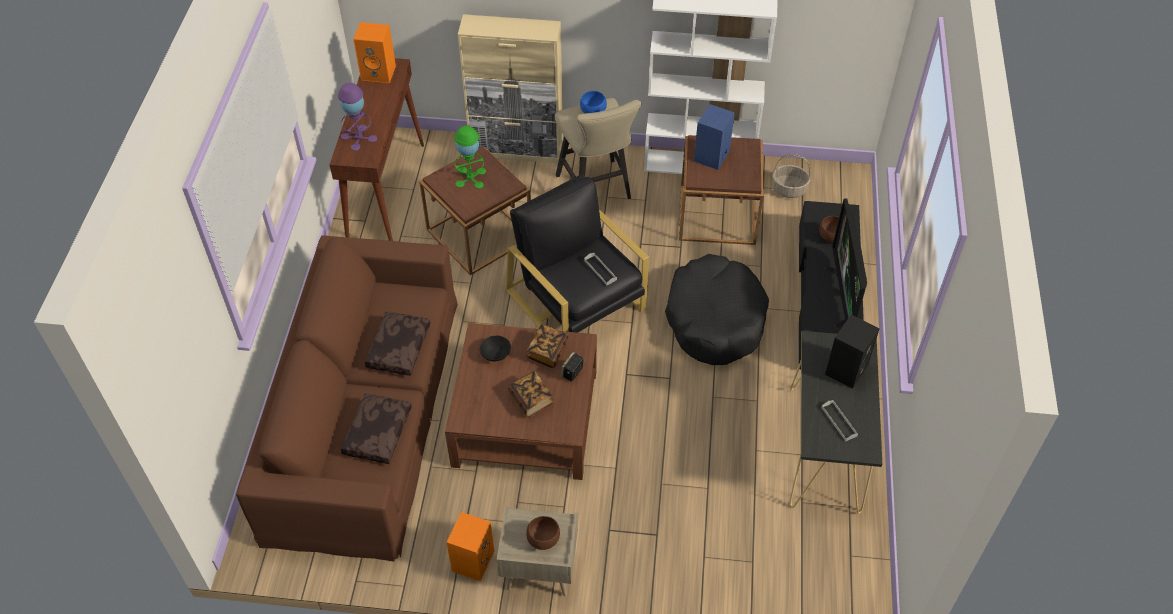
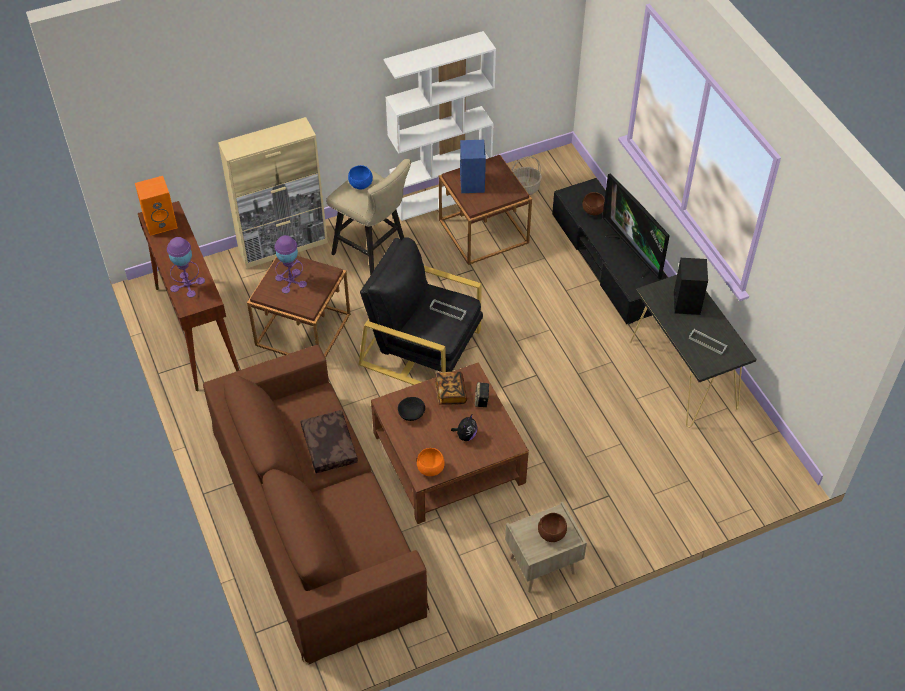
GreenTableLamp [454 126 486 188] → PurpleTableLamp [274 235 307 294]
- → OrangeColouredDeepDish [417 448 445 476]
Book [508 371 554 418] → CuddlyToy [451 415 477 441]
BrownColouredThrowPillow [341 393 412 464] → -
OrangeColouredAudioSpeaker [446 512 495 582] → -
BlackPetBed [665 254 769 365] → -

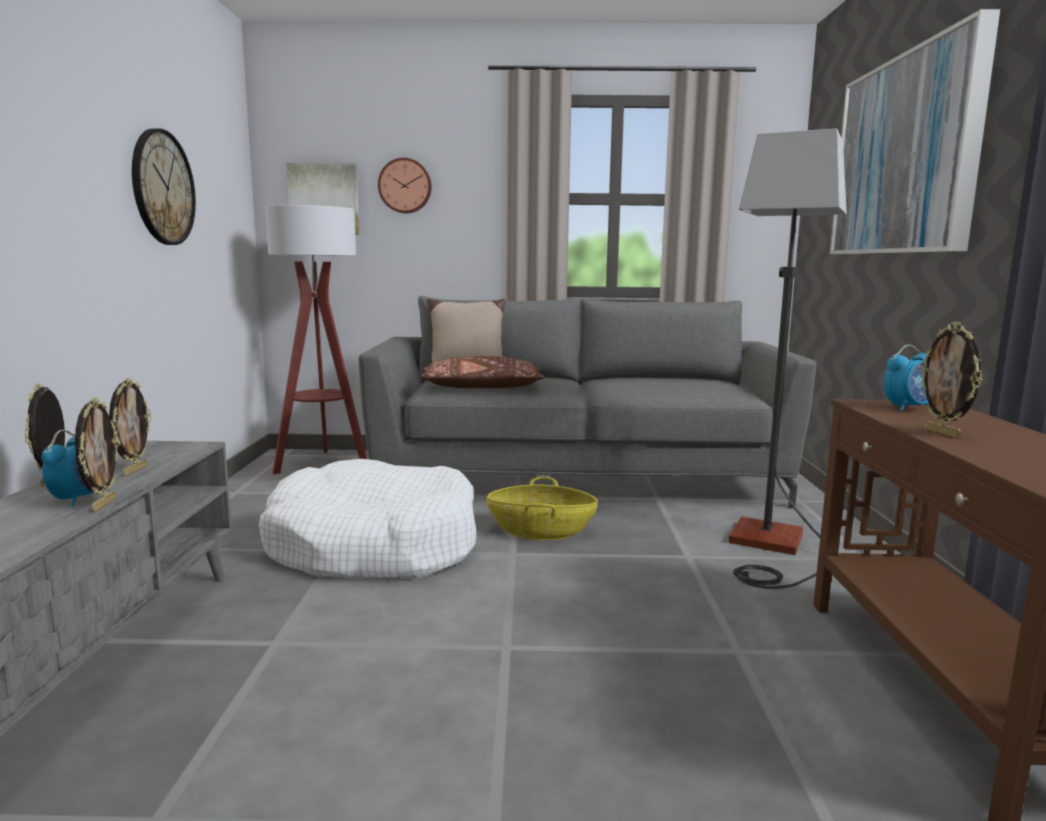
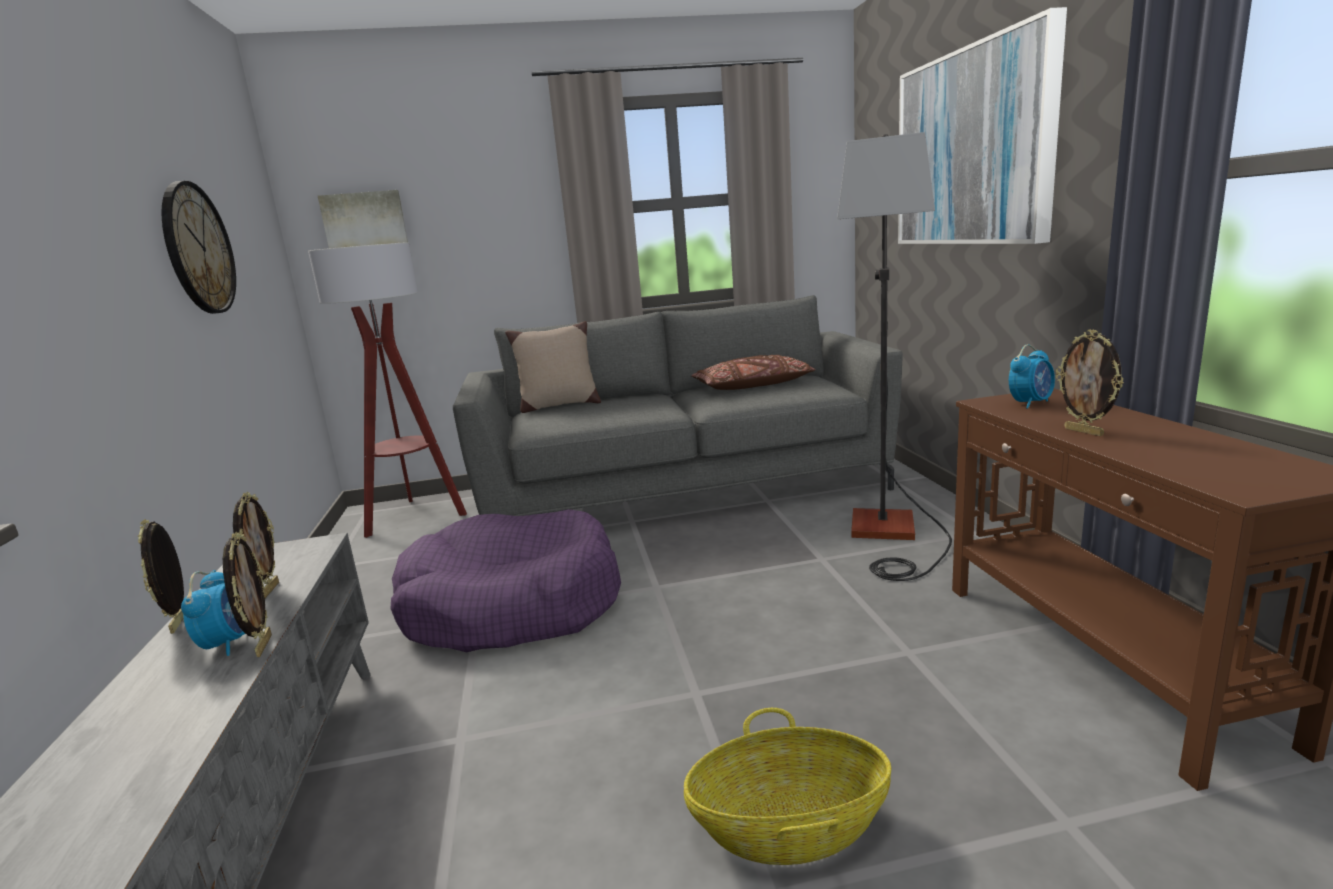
WhitePetBed [259 459 476 578] → PurplePetBed [390 509 621 652]
Basket [486 477 598 540] → Basket [684 708 891 865], moved
BrownColouredThrowPillow [421 356 545 388] → BrownColouredThrowPillow [691 355 816 390], moved
WallClock [378 158 432 213] → -

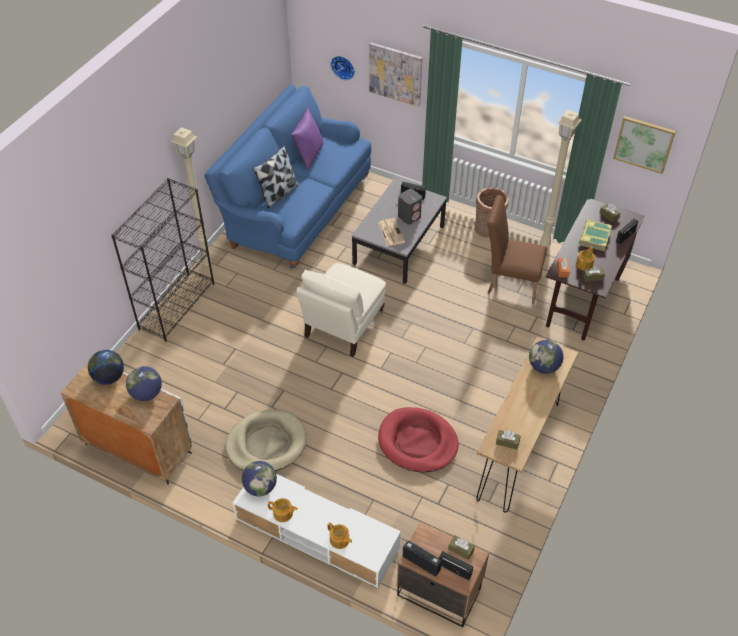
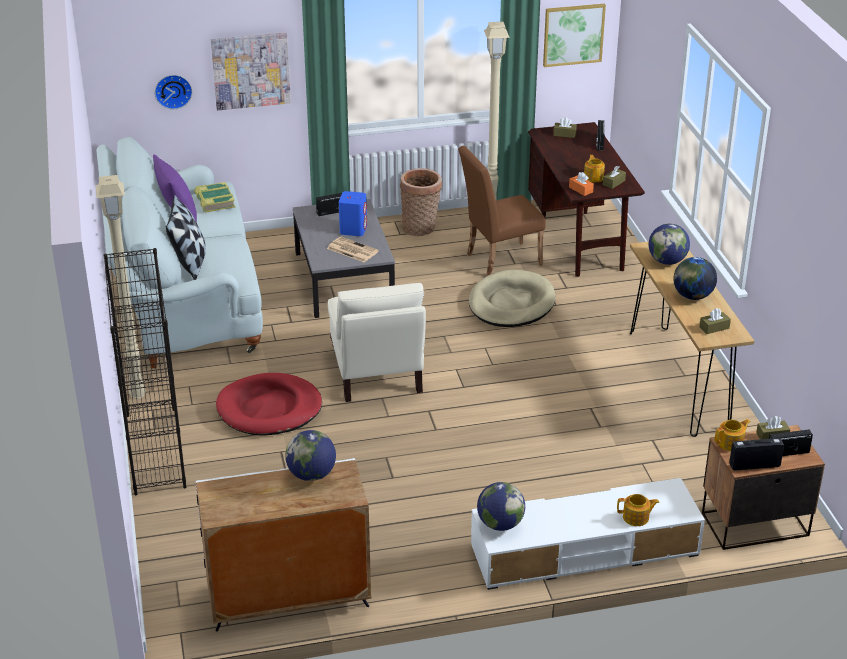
BlueSofa [204 84 371 269] → WhiteSofa [96 137 263 368]
Book [579 220 612 251] → Book [194 182 235 213], moved
RedColouredPetBed [378 407 459 473] → RedColouredPetBed [216 373 322 436], moved
GreyishAudioSpeaker [398 188 422 225] → BlueAudioSpeaker [339 191 367 236]
BeigeColouredPetBed [225 409 307 471] → BeigeColouredPetBed [469 270 556 327], moved
DeskGlobe [88 350 124 385] → DeskGlobe [674 257 717 300], moved
Teapot [268 498 298 522] → Teapot [715 419 751 451], moved

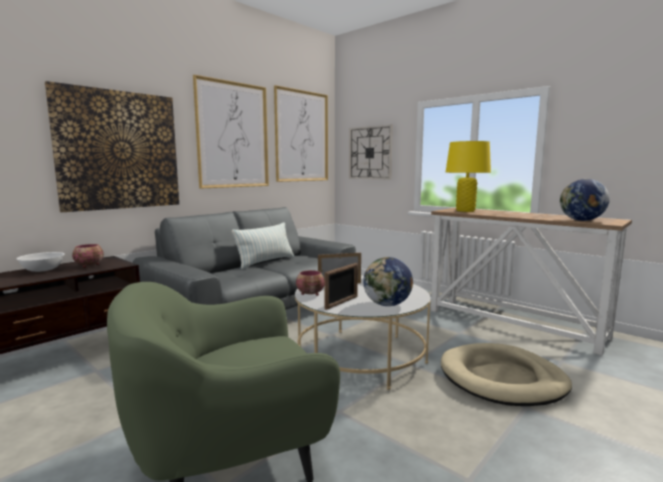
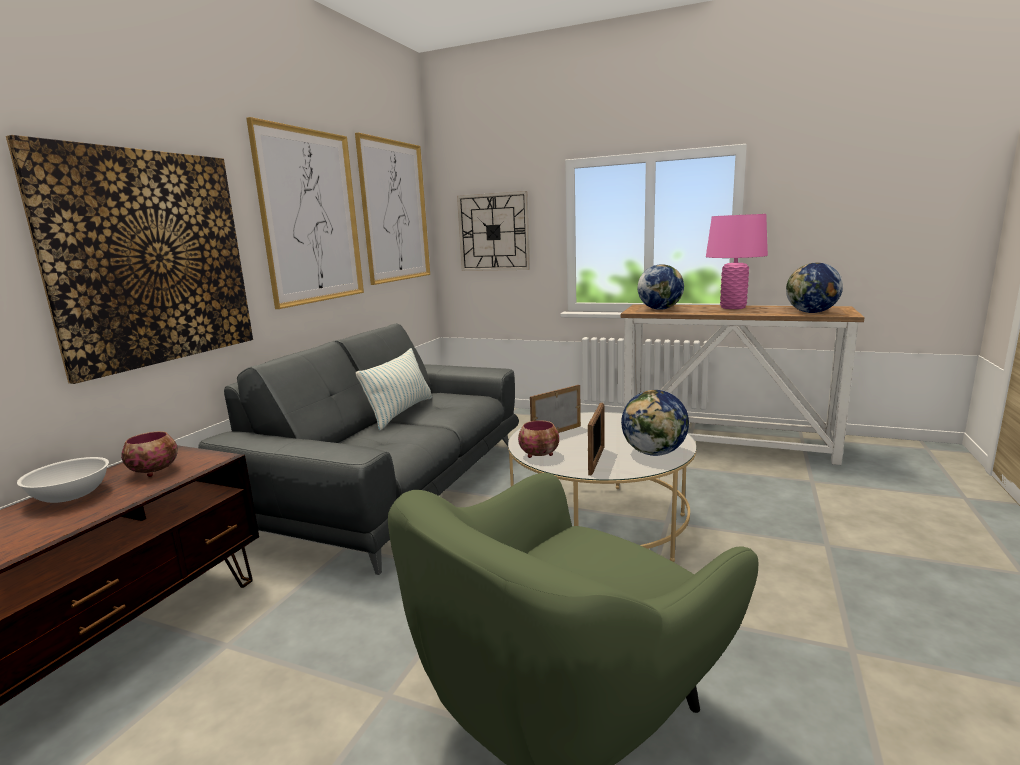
YellowColouredTableLamp [445 141 491 212] → DeskGlobe [638 264 684 310]
- → PinkTableLamp [706 214 768 309]
BeigeColouredPetBed [441 343 572 406] → -

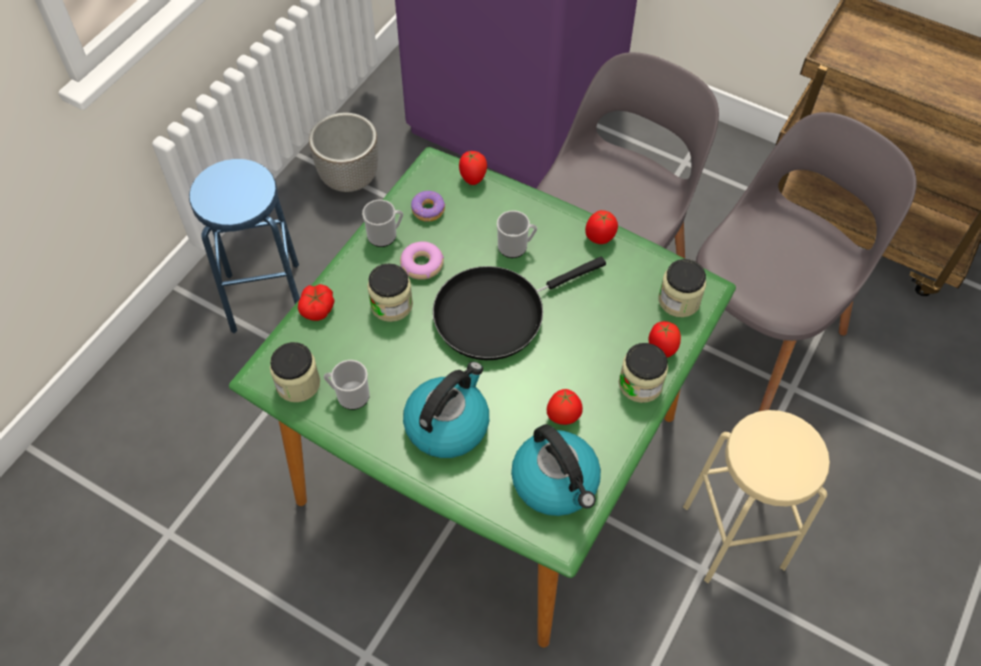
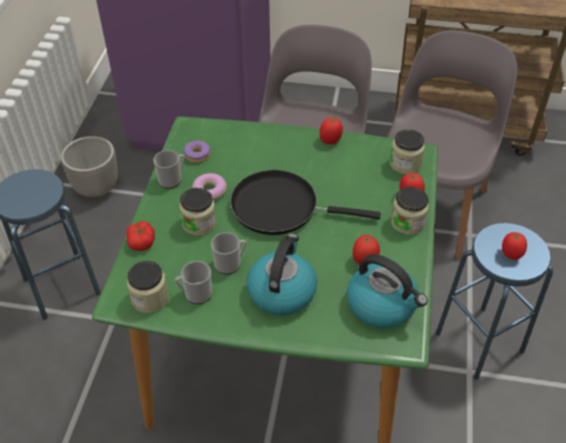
TeaMug [497 210 537 258] → TeaMug [211 232 247 274], moved
BlackPan [433 257 606 360] → BlackPan [230 170 381 235], 60 degrees clockwise
BeigeColouredStoolSeat [683 410 830 583] → BlueStoolSeat [436 223 553 380]
WholeTomato [459 150 487 185] → WholeTomato [502 232 527 260], moved

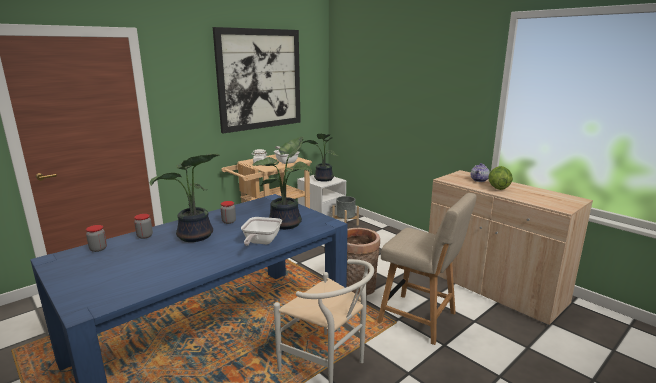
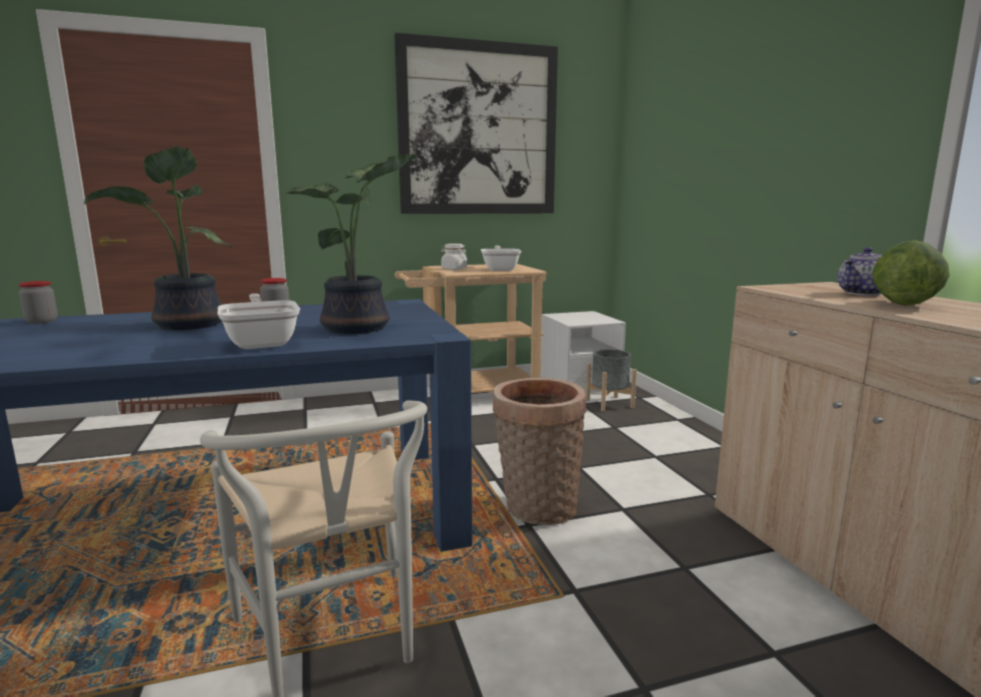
Pan [241 217 282 246] → Pan [218 293 300 349], 120 degrees clockwise
PreserveJar [134 214 153 239] → -
PlantInAPot [302 134 338 182] → -
BeigeColouredUprightChair [377 193 477 345] → -

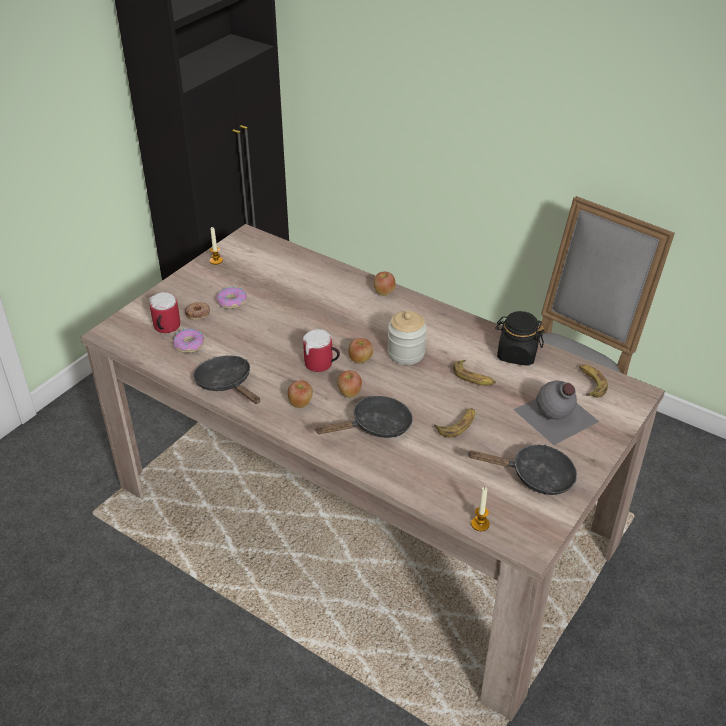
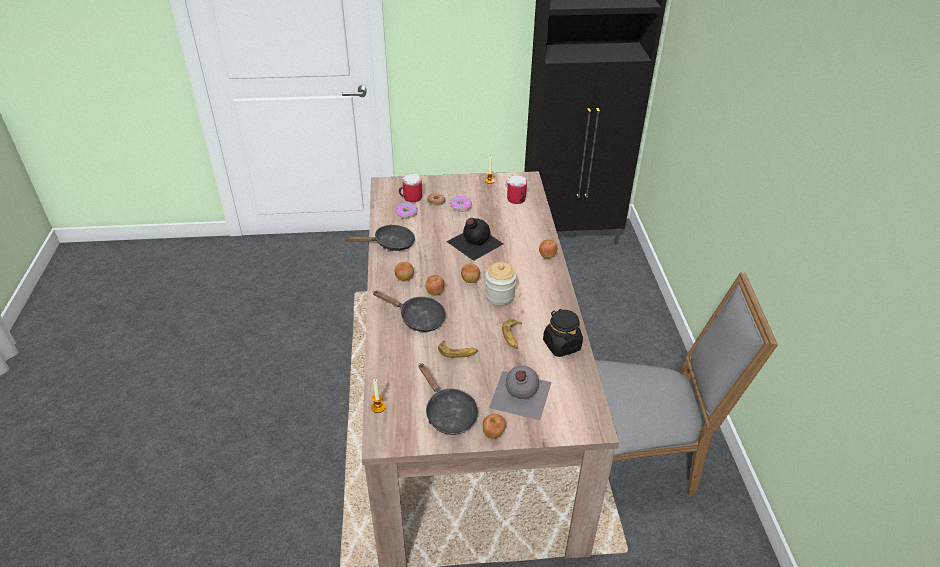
BlackPan [194 355 260 404] → BlackPan [345 225 415 251], 60 degrees clockwise
- → BlackBottle [447 218 503 261]
- → WholeApple [482 414 506 439]
TeaMug [303 329 340 372] → TeaMug [505 176 527 204], moved
BananaFruit [579 365 608 398] → -

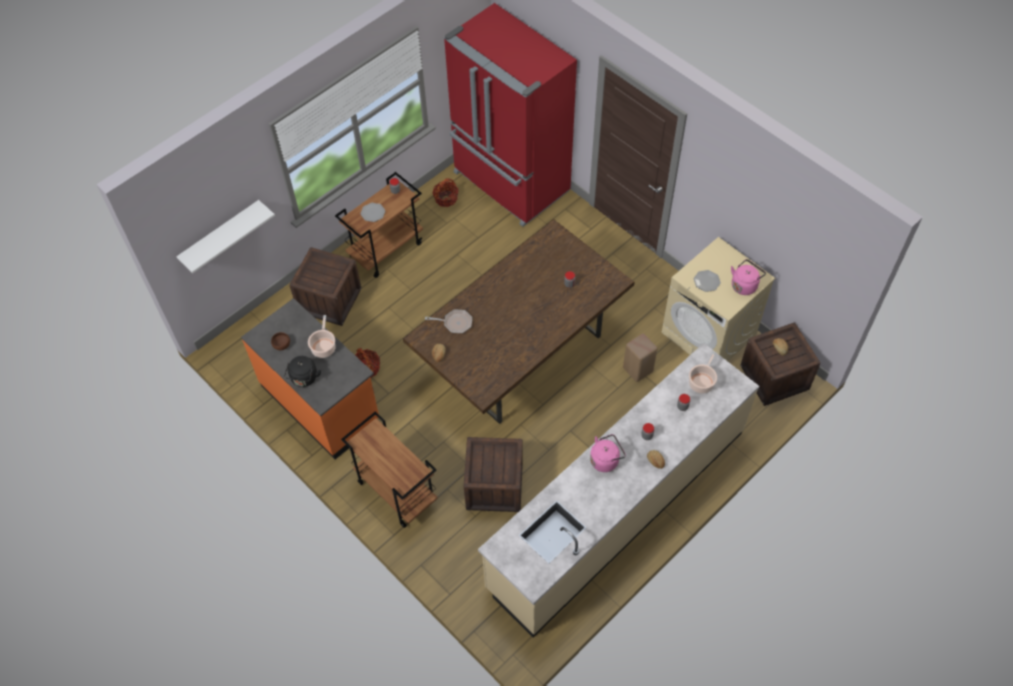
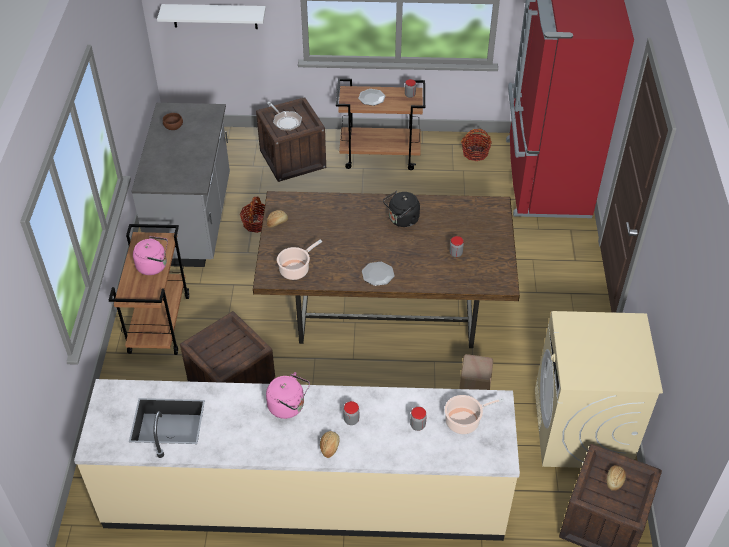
OrangeColouredCounter [241 298 379 459] → GreyishCounter [132 103 230 267]
PinkWaterKettle [731 259 766 295] → PinkWaterKettle [133 236 168 275], moved
Pan [425 310 472 333] → Pan [267 102 302 131], moved
Stockpot [308 315 336 358] → Stockpot [277 240 322 280], moved
DinnerPlate [694 270 721 292] → DinnerPlate [362 262 394 286], moved
BlackWaterKettle [284 356 321 387] → BlackWaterKettle [383 191 420 227], moved

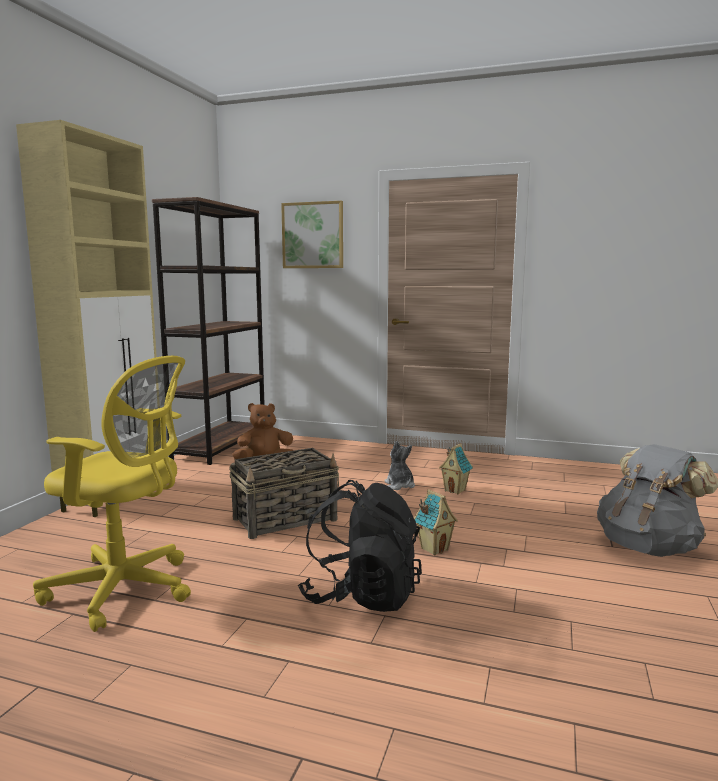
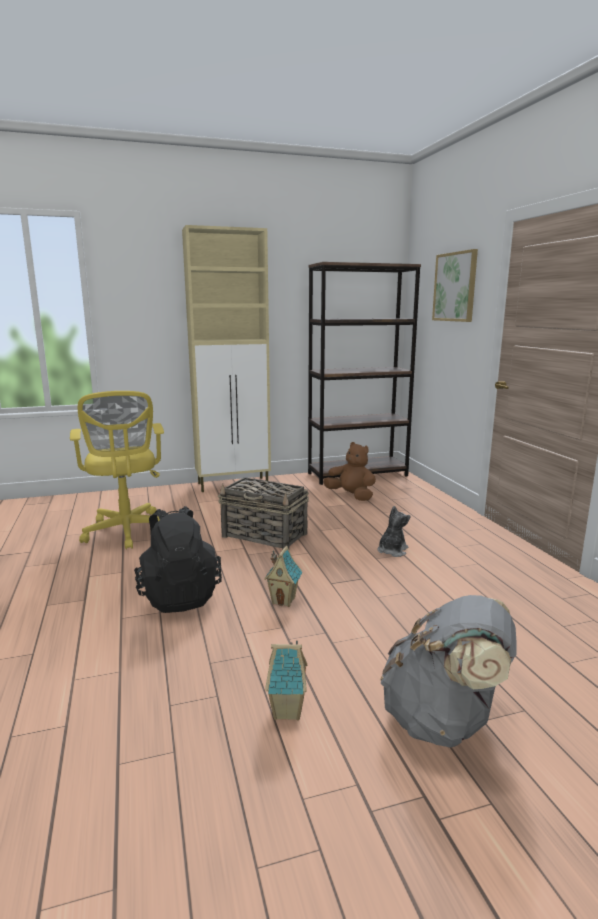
ToyHouse [439 443 473 494] → ToyHouse [265 640 307 721], moved

